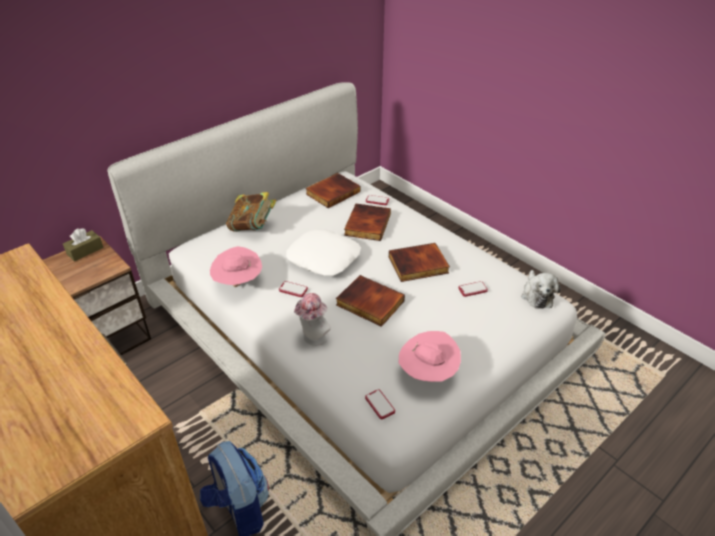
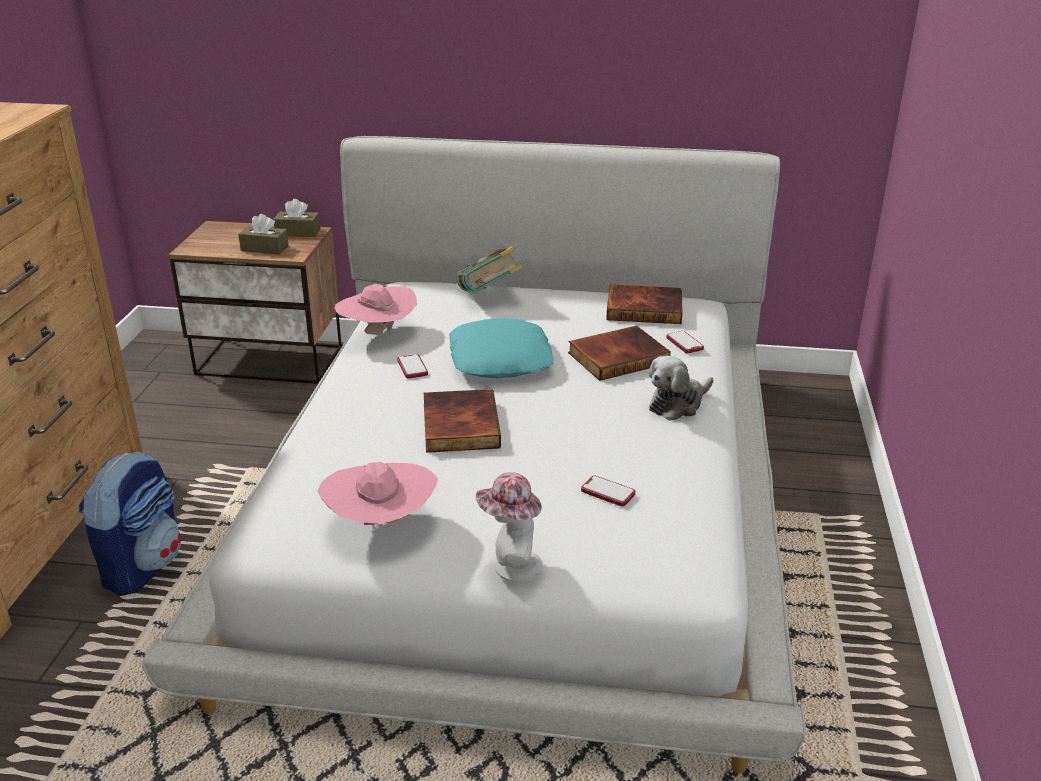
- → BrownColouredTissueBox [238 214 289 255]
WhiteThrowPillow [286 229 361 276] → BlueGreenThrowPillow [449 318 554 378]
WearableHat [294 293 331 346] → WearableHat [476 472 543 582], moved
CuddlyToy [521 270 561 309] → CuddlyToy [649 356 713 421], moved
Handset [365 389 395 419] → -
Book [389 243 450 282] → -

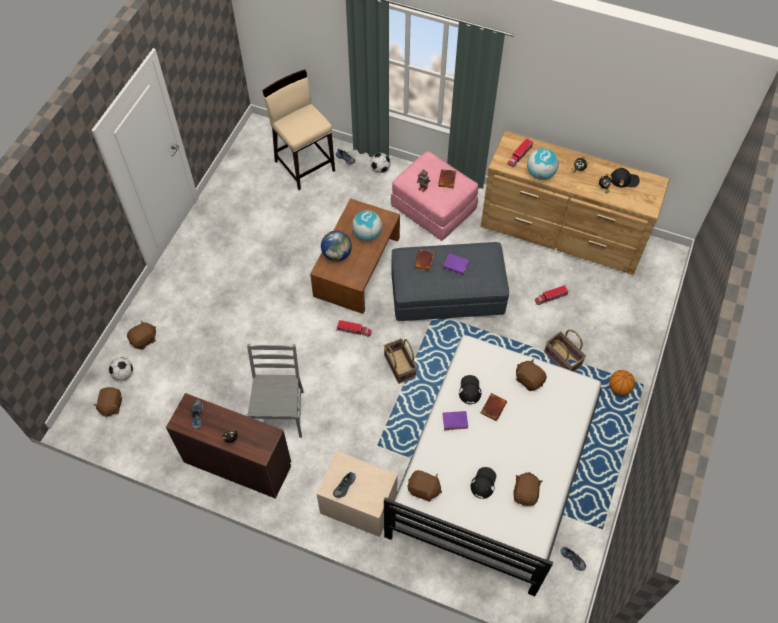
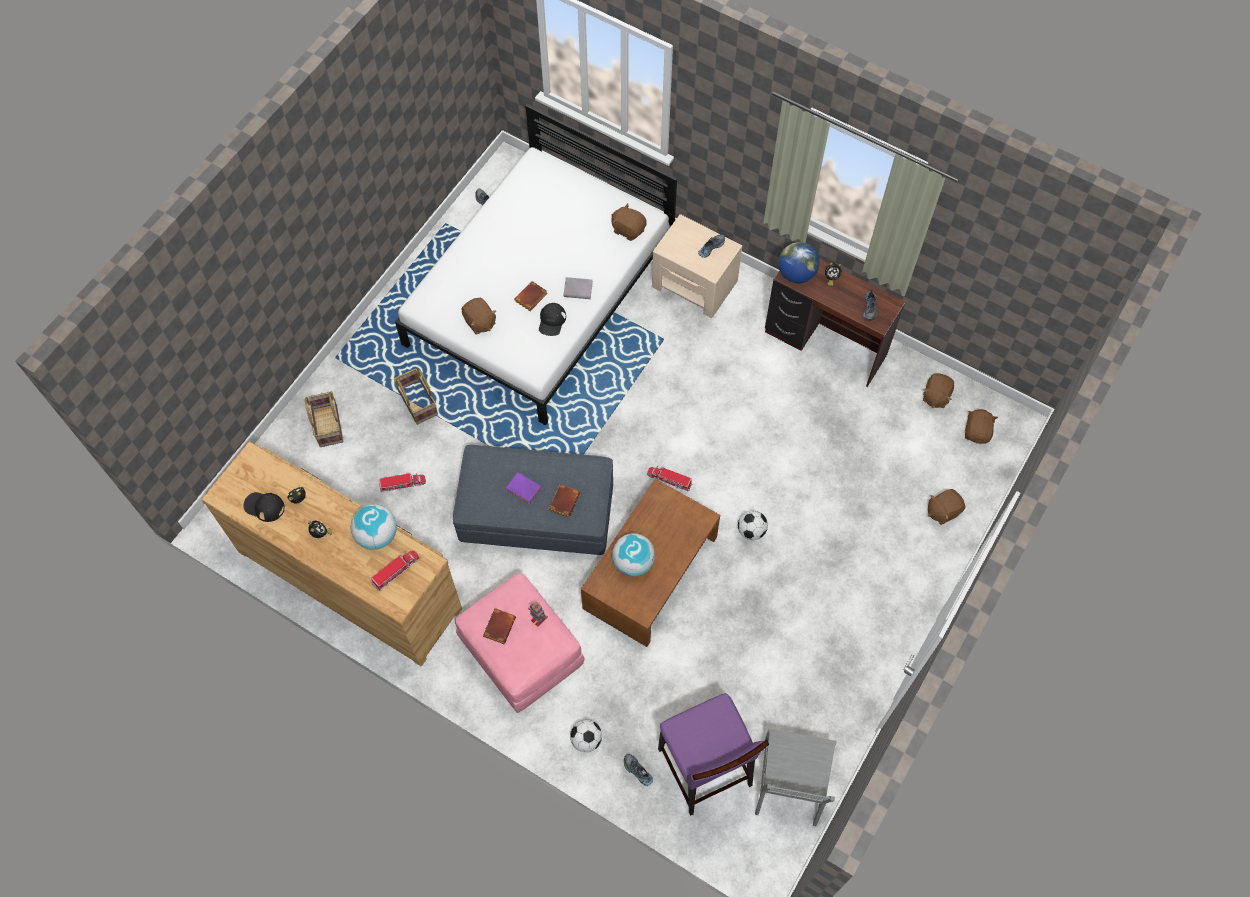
Basket [384 338 417 384] → Basket [305 392 343 447], moved
PurpleBook [443 411 468 430] → GreyishBook [564 277 593 299]
BeigeColouredStoolSeat [262 69 335 190] → PurpleStoolSeat [658 693 769 816]
Football [109 358 133 381] → Football [738 510 768 540], moved
GreyishUprightChair [247 344 304 438] → GreyishUprightChair [755 728 837 826], moved
DeskGlobe [321 231 352 262] → DeskGlobe [779 242 820 283], moved
BrownColouredCuddlyToy [514 472 543 506] → BrownColouredCuddlyToy [923 373 954 408], moved
BlackPeakedCap [471 467 496 499] → -
Basketball [609 370 635 395] → -

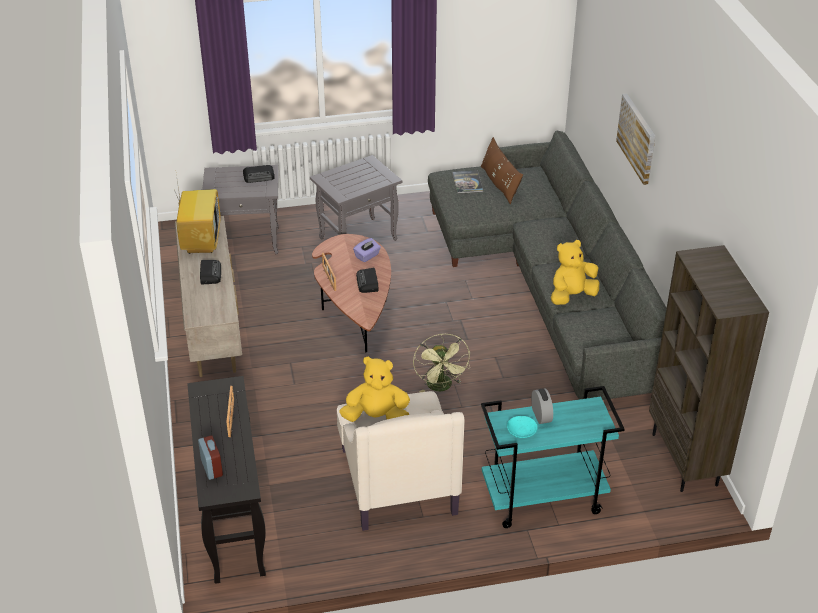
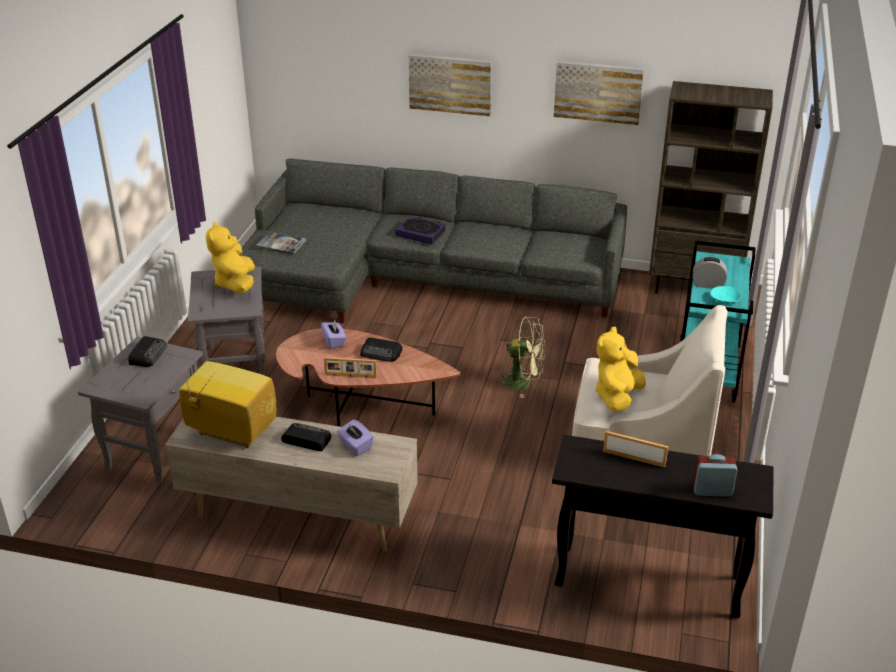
YellowColouredCuddlyToy [551 240 599 305] → YellowColouredCuddlyToy [206 222 255 293], moved
- → PurpleTissueBox [337 419 374 456]
- → Book [395 216 446 245]
- → Picture [554 61 644 125]
BrownColouredThrowPillow [481 137 523 204] → -

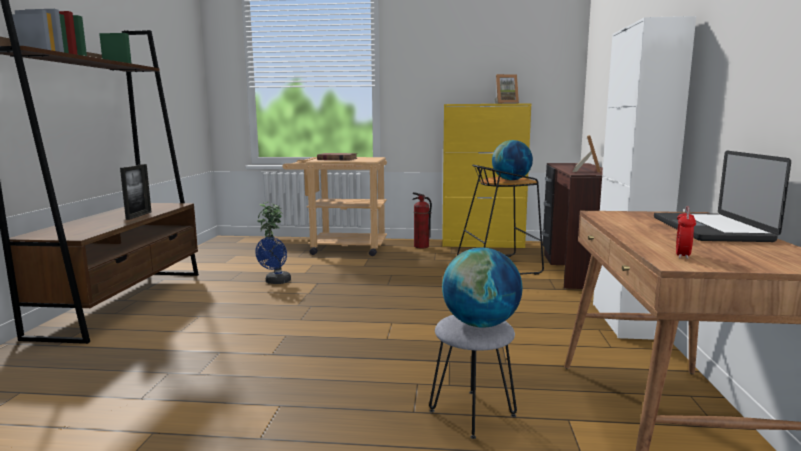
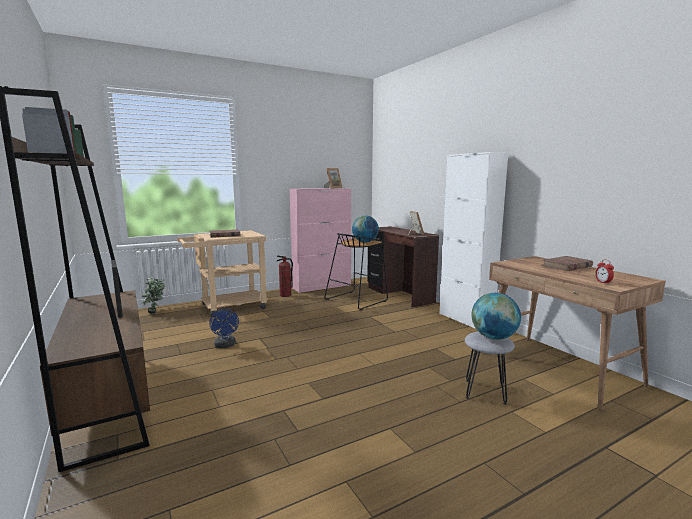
YellowColouredCabinet [442 104 531 248] → PinkCabinet [290 188 351 293]
NotebookComputer [654 151 791 242] → BrownColouredBook [541 256 593 271]

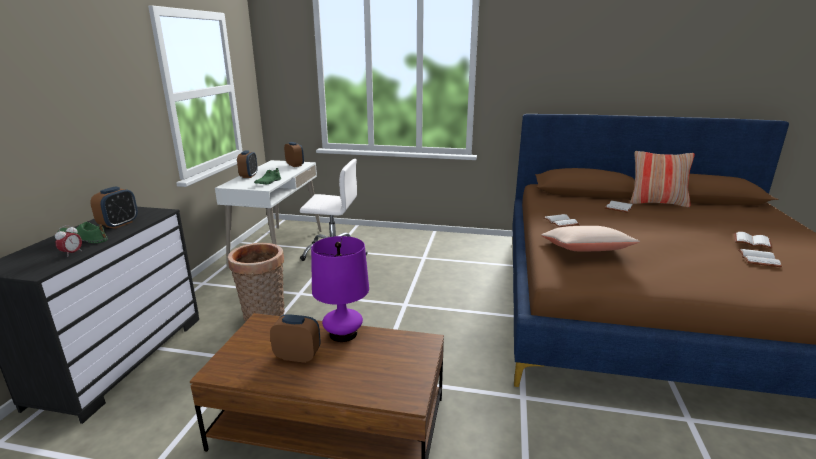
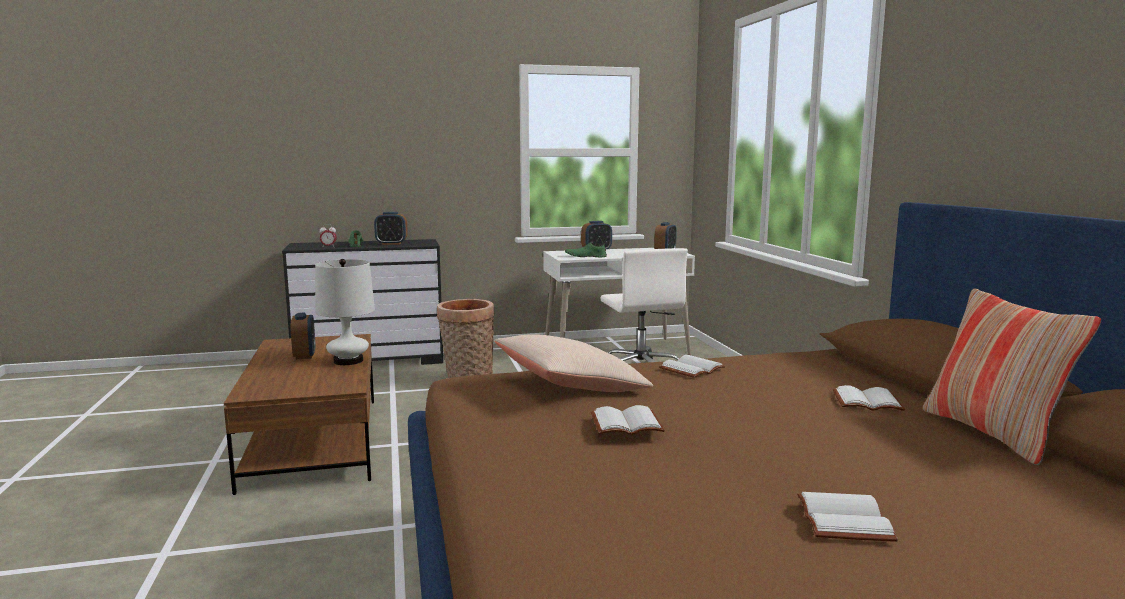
PurpleTableLamp [311 236 369 342] → WhiteTableLamp [315 259 375 365]
WhiteBook [738 249 782 267] → WhiteBook [591 405 665 435], moved

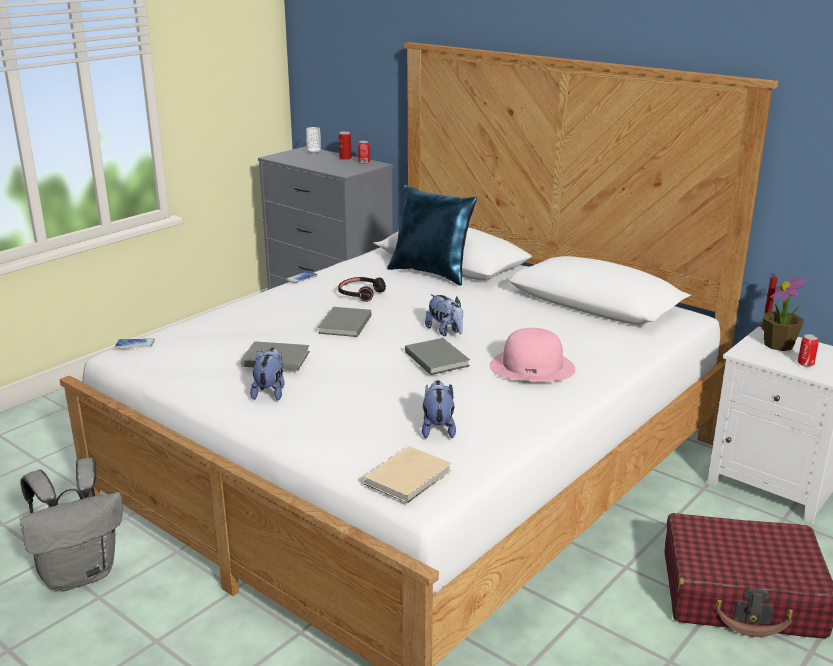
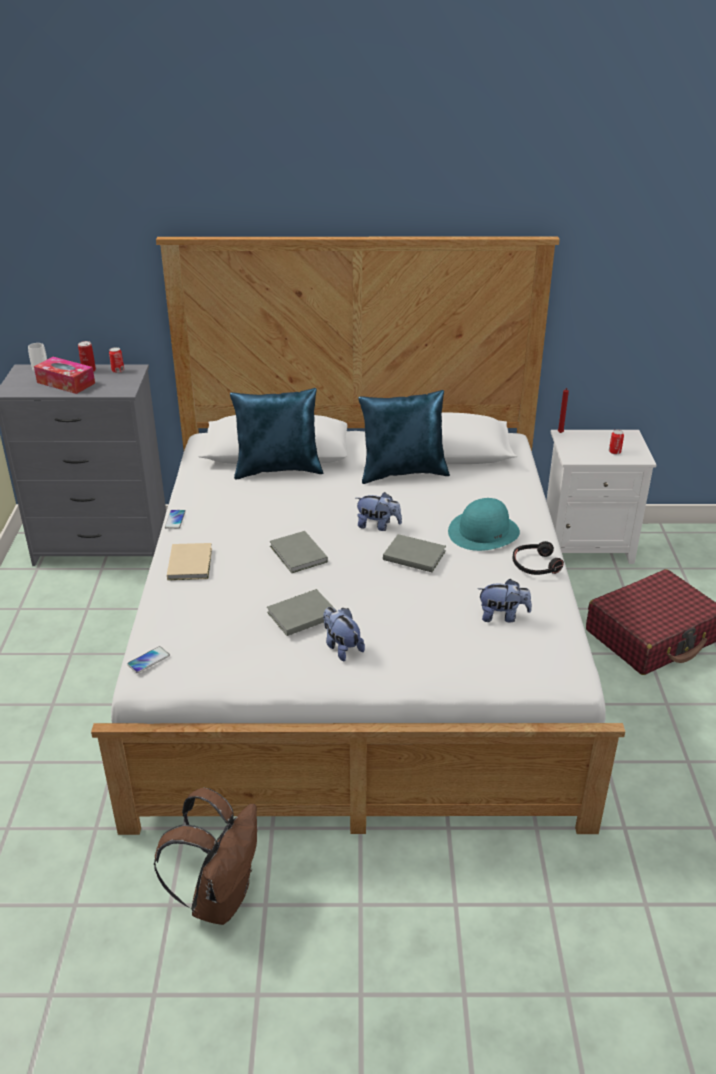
- → TissueBox [34 357 95 394]
GreyishKnapsack [20 458 123 592] → BrownColouredKnapsack [154 788 257 925]
BeigeColouredBook [364 446 452 504] → BeigeColouredBook [167 543 212 580], moved
- → BlueThrowPillow [358 390 450 484]
PinkWearableHat [490 328 576 381] → BlueGreenWearableHat [448 498 520 551]
CuddlyToy [422 380 456 438] → CuddlyToy [478 579 532 622], 135 degrees clockwise
BlackHeadphones [338 277 386 302] → BlackHeadphones [512 541 564 575], moved
PlantInAPot [763 276 807 351] → -

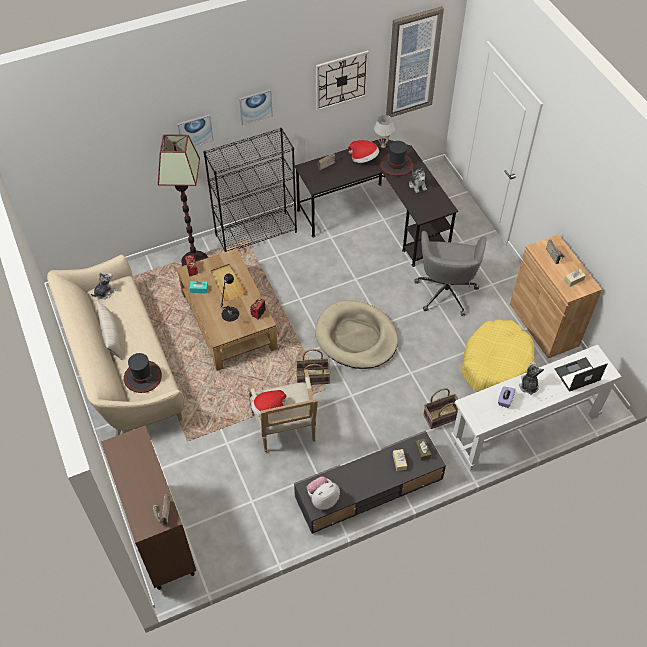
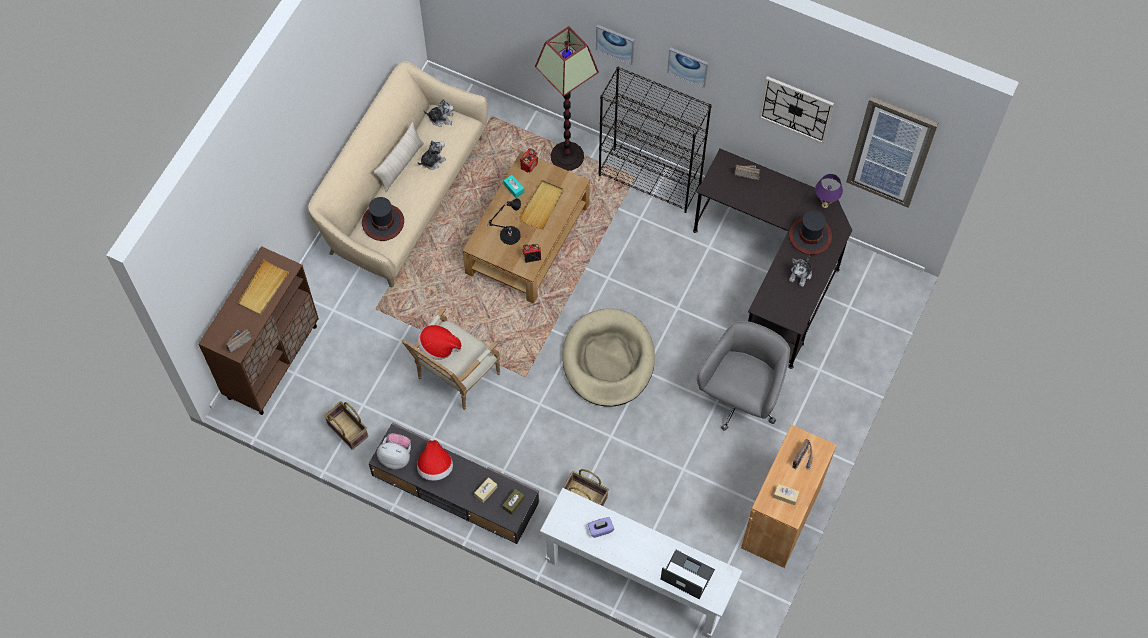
- → BeigeColouredCarryingTray [238 259 290 315]
Basket [295 349 330 385] → Basket [324 401 368 450], moved
WearableHat [348 140 379 163] → WearableHat [417 440 453 481], moved
CuddlyToy [519 362 544 395] → CuddlyToy [418 141 446 170], moved
GreyishDeskChair [414 231 486 316] → GreyishDeskChair [697 321 790 431], 150 degrees clockwise
WhiteTableLamp [374 115 395 148] → PurpleTableLamp [815 174 843 208]
YellowColouredPetBed [462 319 535 392] → -

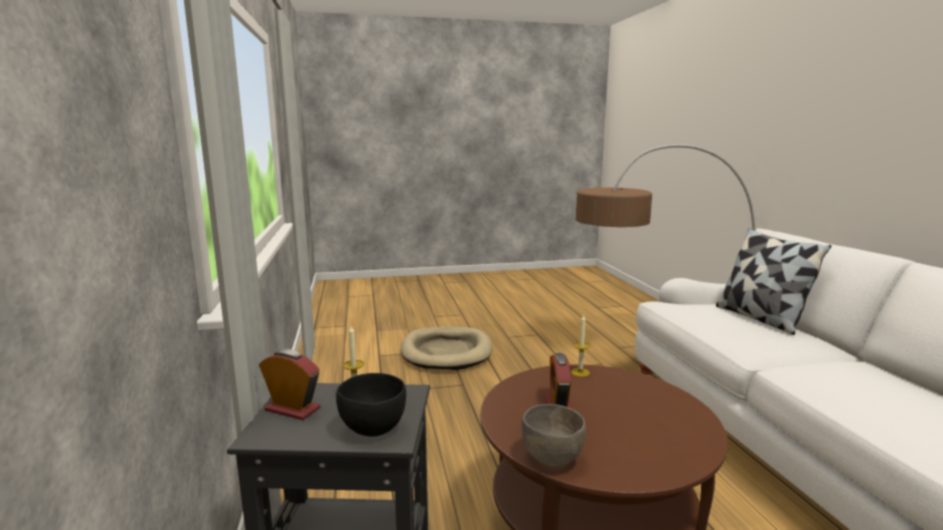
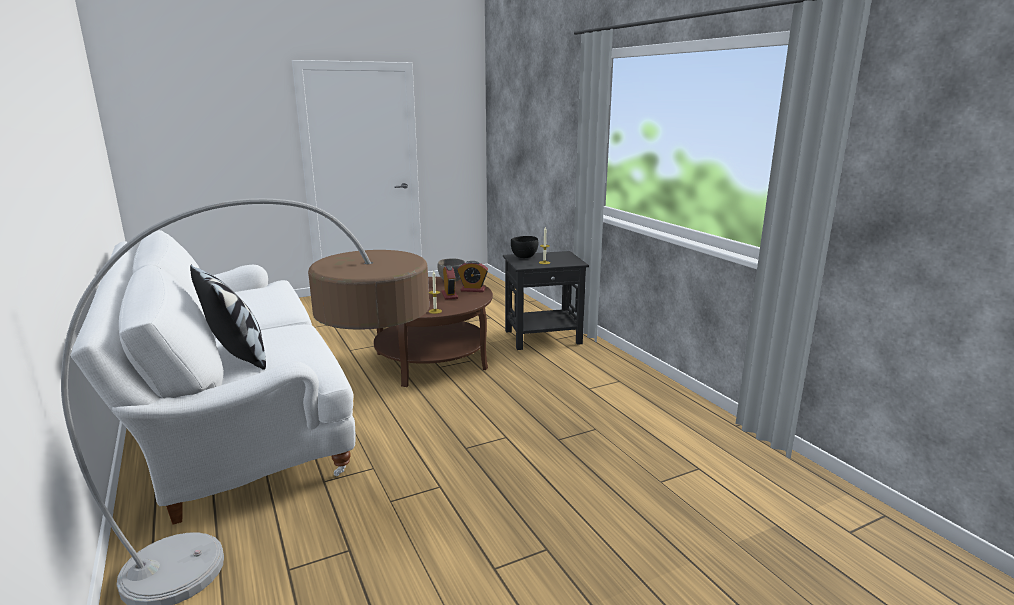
AlarmClock [259 349 321 420] → AlarmClock [457 261 488 292], moved
BeigeColouredPetBed [400 327 493 370] → -

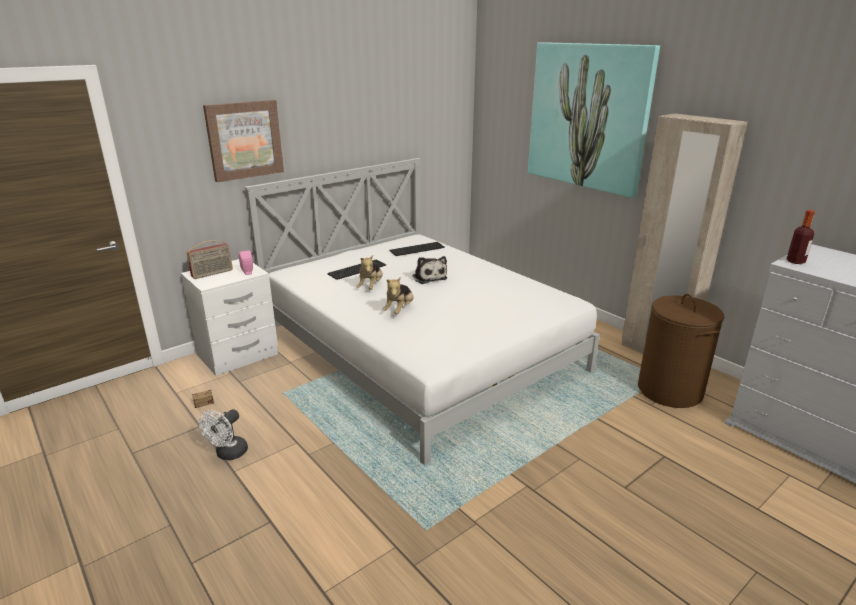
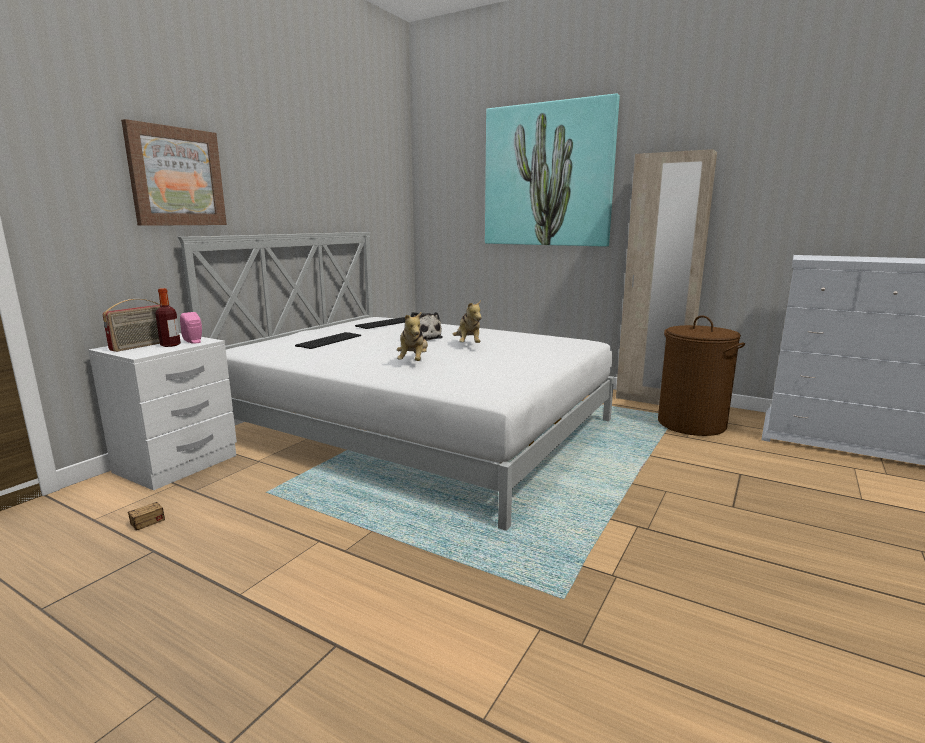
Bottle [786 210 815 264] → Bottle [155 288 181 347], moved
CuddlyToy [357 255 383 290] → CuddlyToy [453 300 482 343], moved
WhiteElectricFan [199 409 248 460] → -

